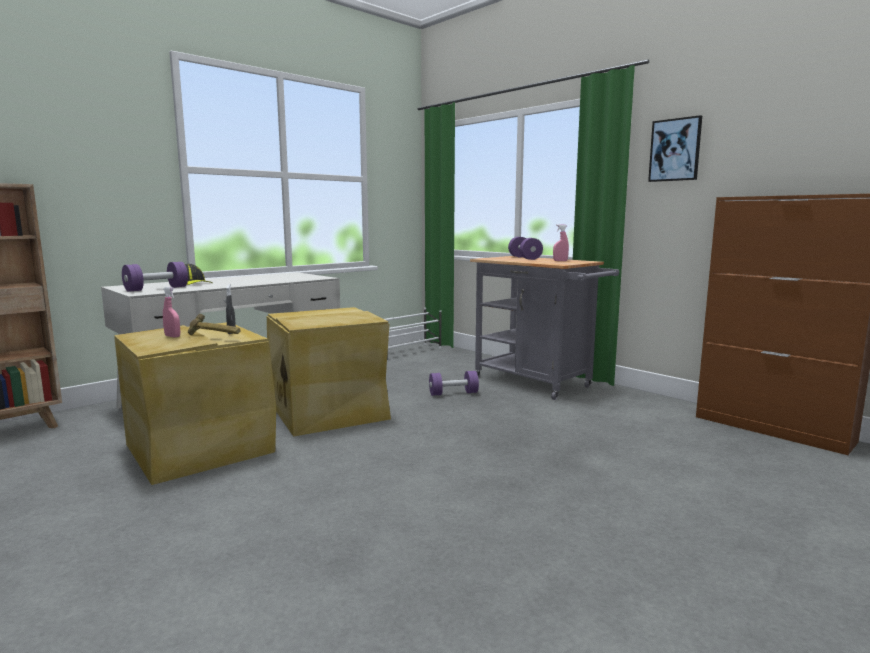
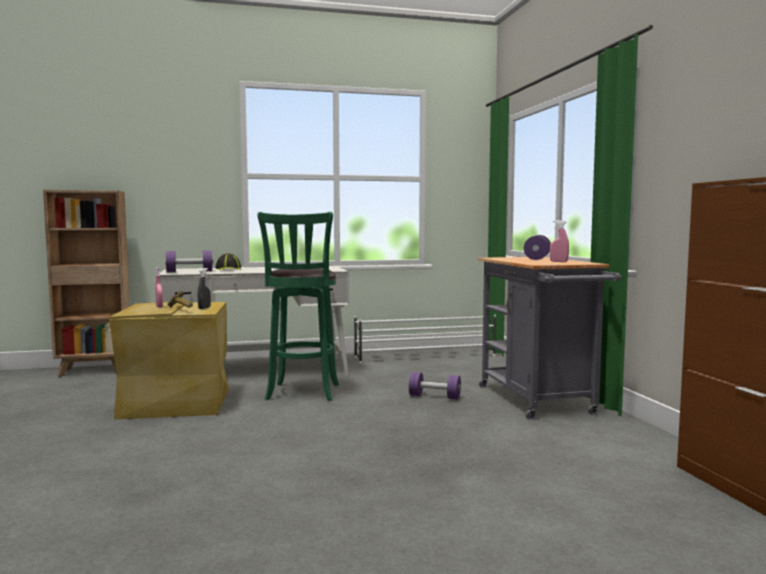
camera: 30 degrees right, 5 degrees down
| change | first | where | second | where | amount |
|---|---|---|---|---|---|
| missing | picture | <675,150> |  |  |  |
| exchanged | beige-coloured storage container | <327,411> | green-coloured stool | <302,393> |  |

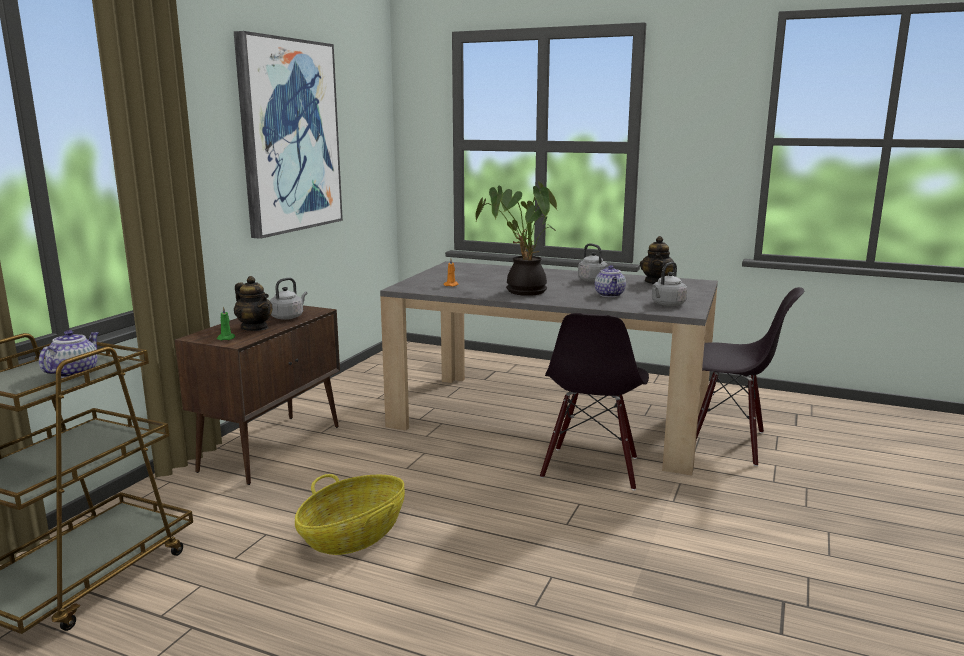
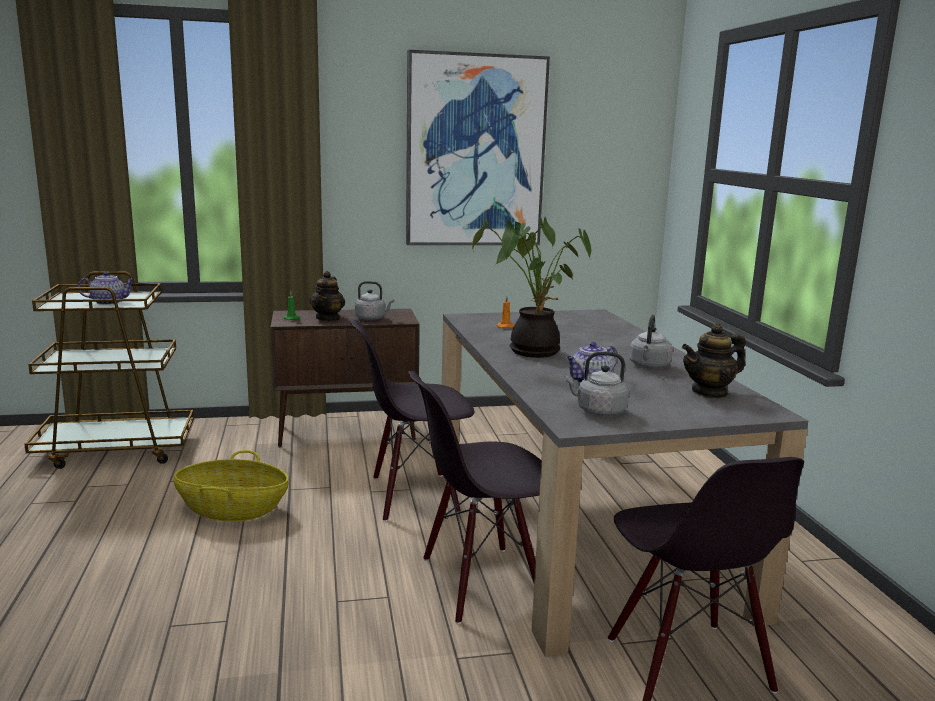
camera: 55 degrees right, 0 degrees up
| change | first | where | second | where | amount |
|---|---|---|---|---|---|
| appeared |  |  | black-coloured chair | <413,496> |  |

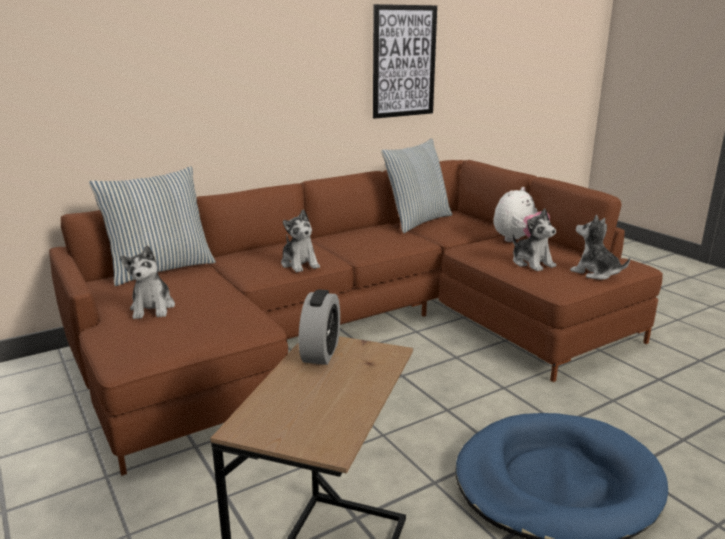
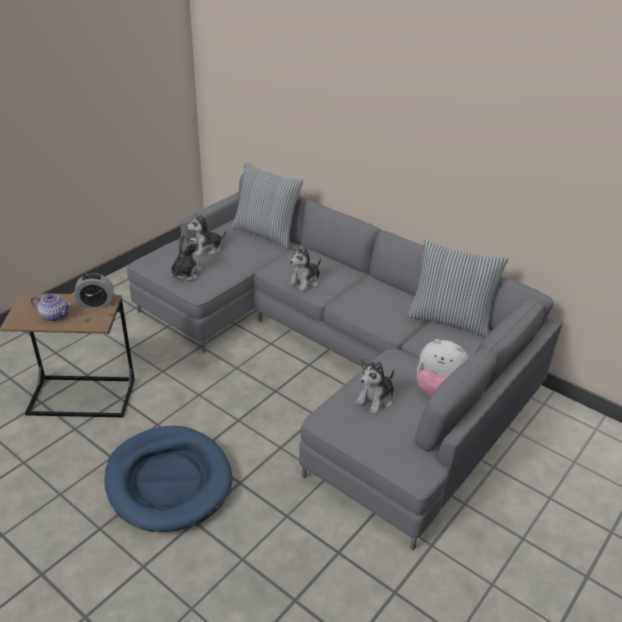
camera: 70 degrees right, 15 degrees up
| change | first | where | second | where | amount |
|---|---|---|---|---|---|
| missing | picture | <404,61> |  |  |  |
| colour | brown sofa | <360,329> | greyish sofa | <336,356> |  |
| relocated | cuddly toy | <595,273> |  | <185,274> |  |
| appeared |  |  | teapot | <54,316> |  |

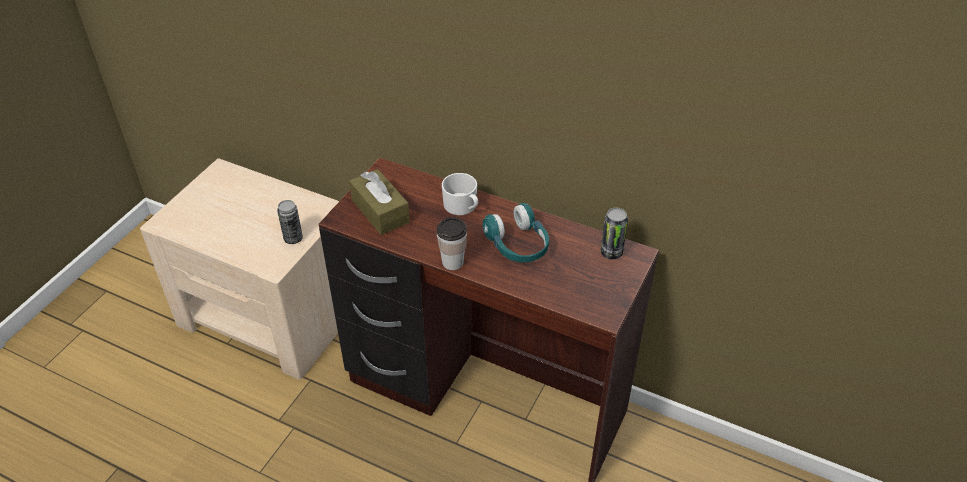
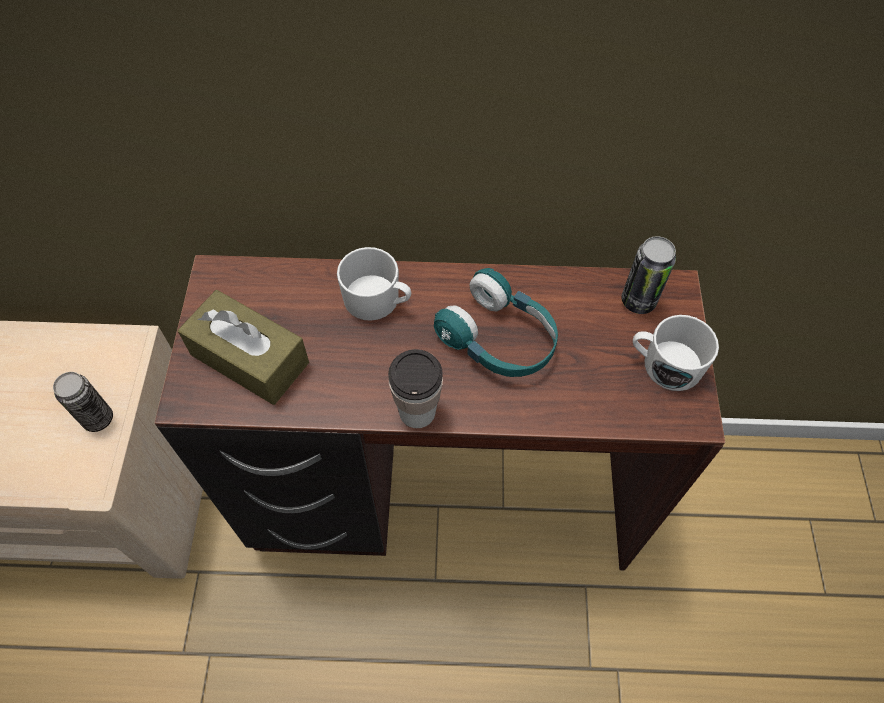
camera: 25 degrees left, 15 degrees up
| change | first | where | second | where | amount |
|---|---|---|---|---|---|
| appeared |  |  | whitish coffee mug | <664,364> |  |

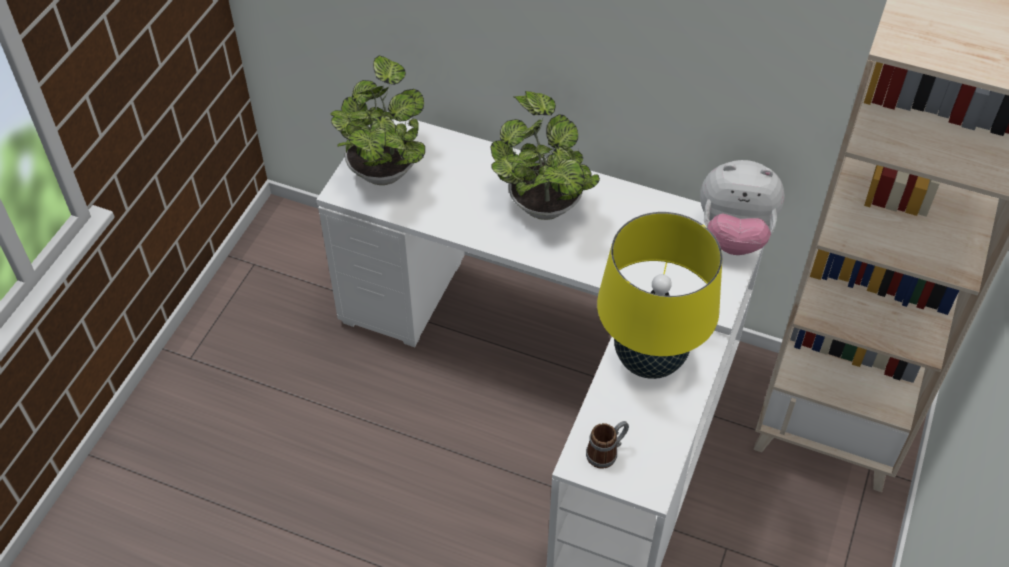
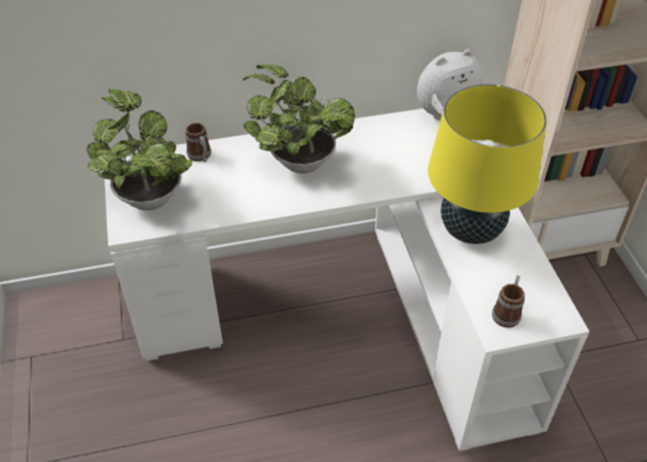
camera: 35 degrees left, 5 degrees down
| change | first | where | second | where | amount |
|---|---|---|---|---|---|
| appeared |  |  | coffee mug | <201,157> |  |

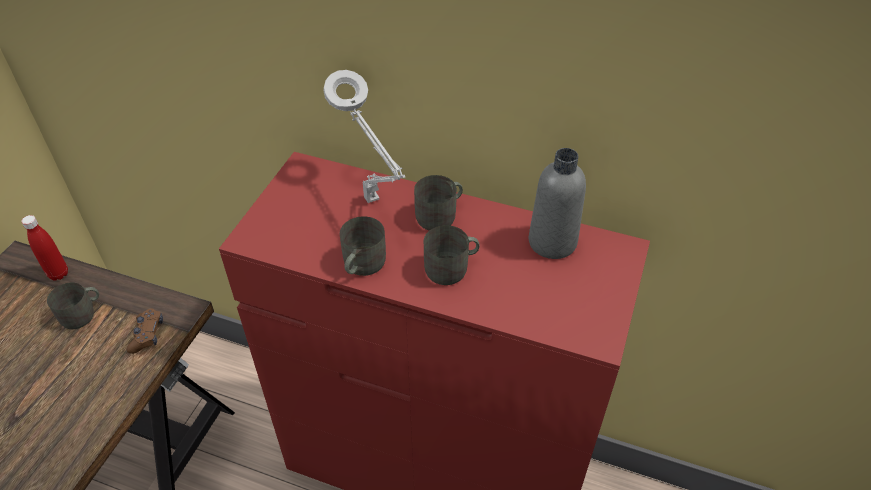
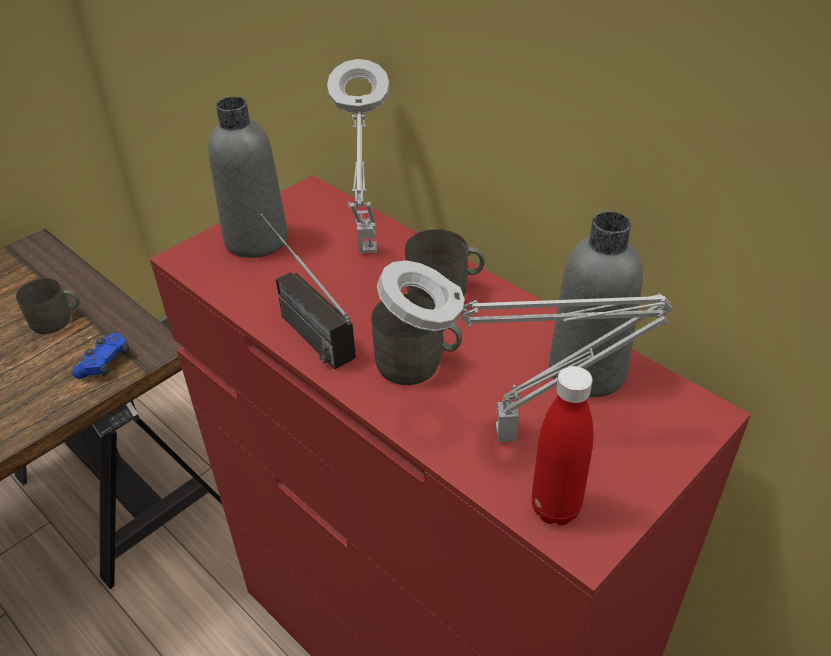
camera: 25 degrees right, 5 degrees down
| change | first | where | second | where | amount |
|---|---|---|---|---|---|
| relocated | reddish drink bottle | <58,274> |  | <555,508> |  |
| exchanged | greyish coffee mug | <361,265> | radio | <301,325> |  |
| colour | brown game controller | <147,335> | blue game controller | <104,363> |  |
| appeared |  |  | greyish drink bottle | <256,240> |  |
| appeared |  |  | greyish lamp for a table | <514,434> |  |

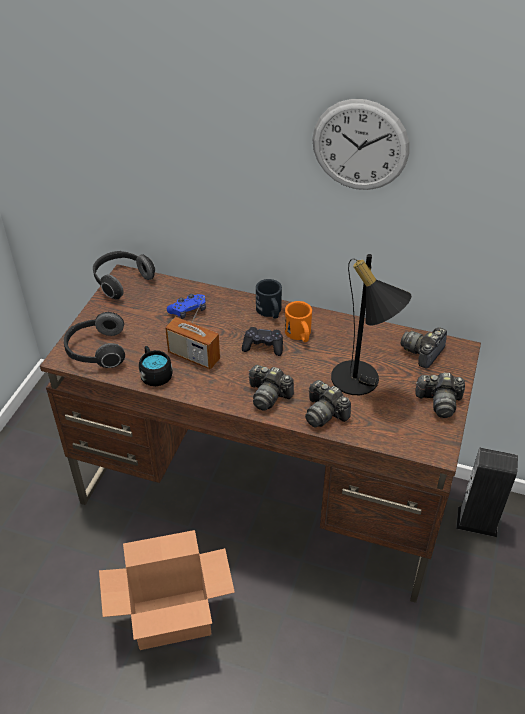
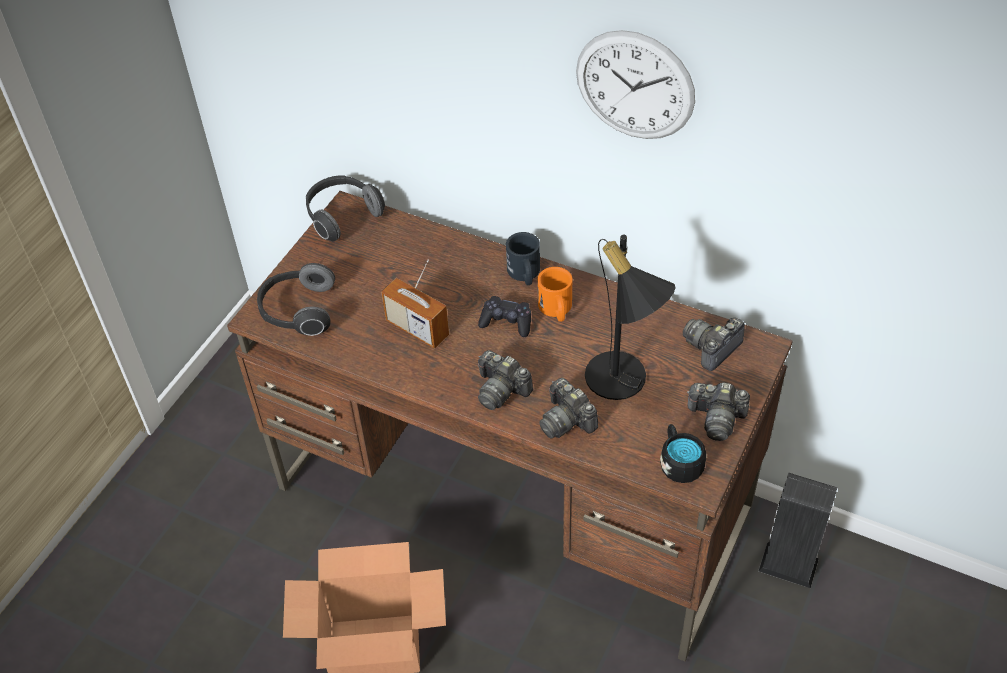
camera: 10 degrees right, 5 degrees up
| change | first | where | second | where | amount |
|---|---|---|---|---|---|
| missing | blue game controller | <188,310> |  |  |  |
| relocated | black-coloured coffee mug | <155,374> |  | <679,462> |  |

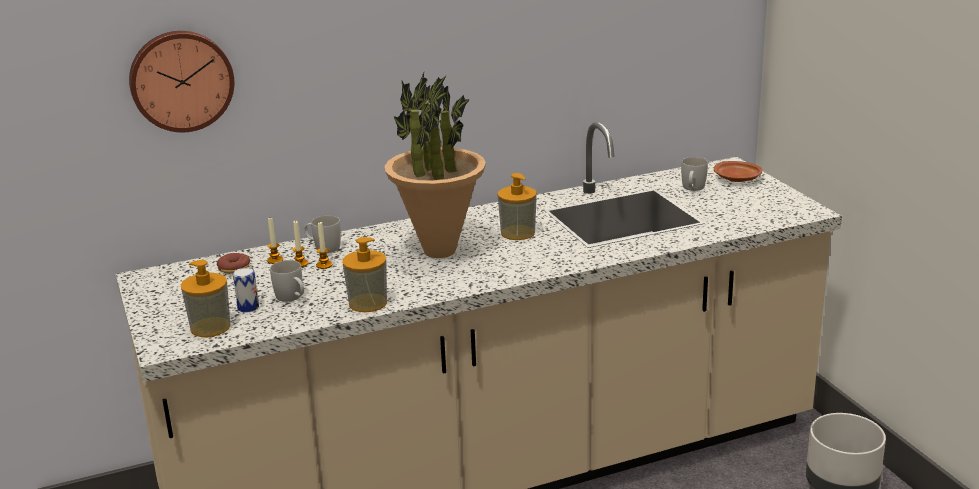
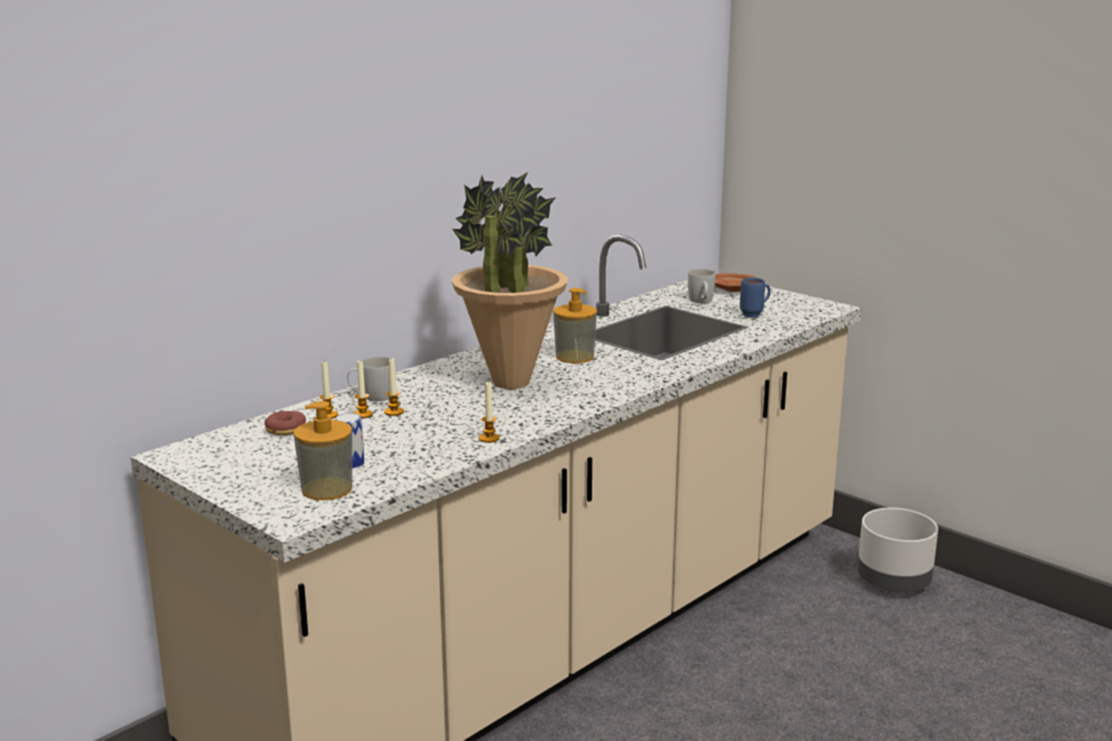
camera: 25 degrees left, 5 degrees down
| change | first | where | second | where | amount |
|---|---|---|---|---|---|
| missing | hanging clock | <181,80> |  |  |  |
| exchanged | soap bottle | <368,303> | wax candle | <489,438> |  |
| missing | whitish coffee mug | <292,298> |  |  |  |
| appeared |  |  | blue coffee mug | <755,314> |  |

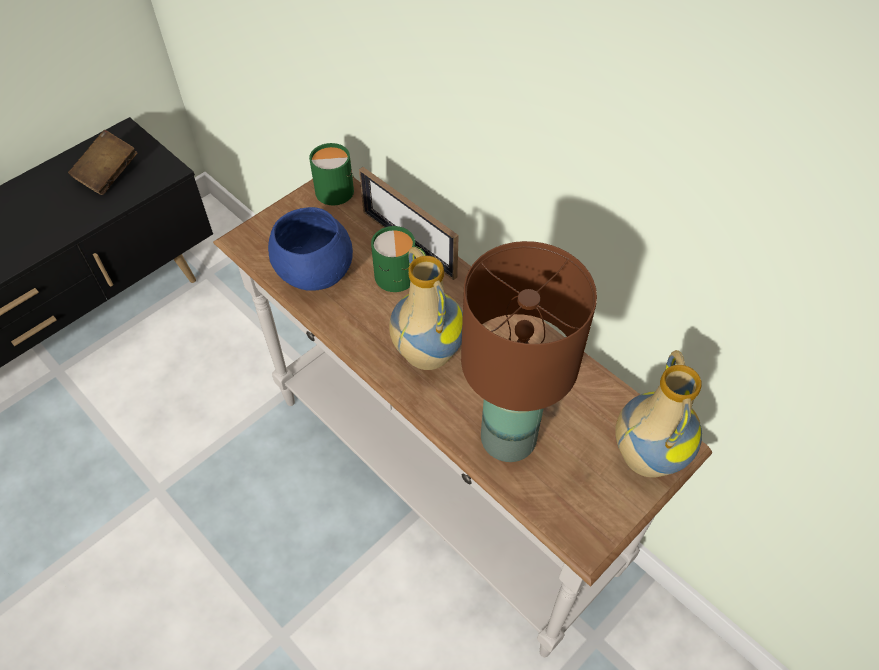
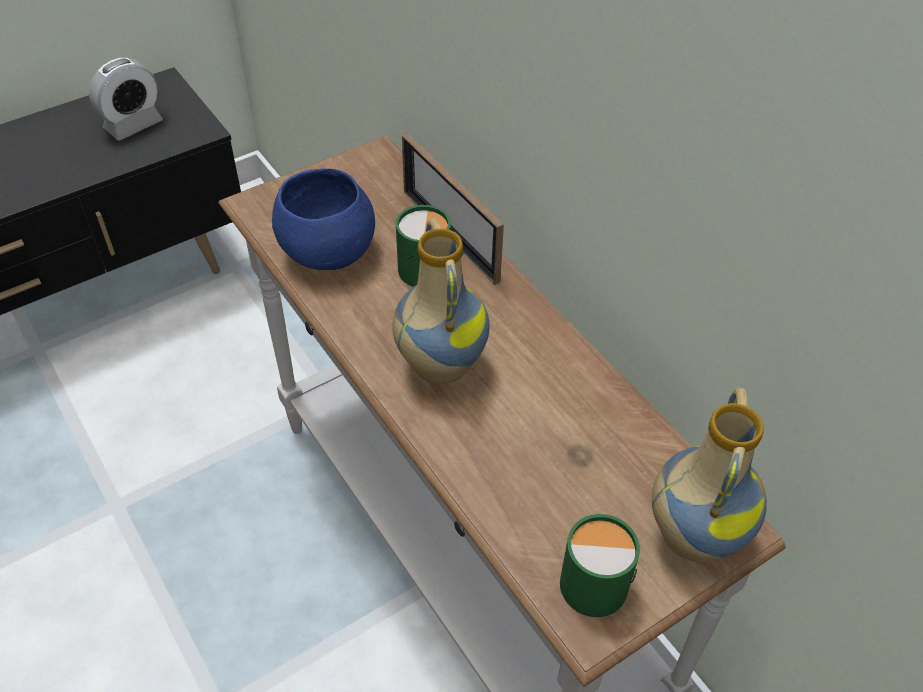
camera: 10 degrees right, 5 degrees down
| change | first | where | second | where | amount |
|---|---|---|---|---|---|
| exchanged | brown book | <108,174> | alarm clock | <133,125> |  |
| relocated | green-coloured coffee mug | <335,188> |  | <594,577> |  |
| missing | brown lamp for a table | <510,438> |  |  |  |

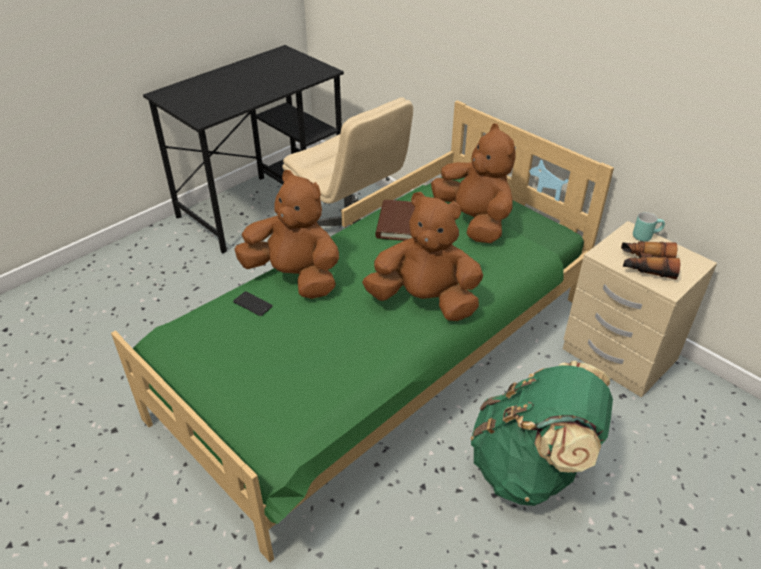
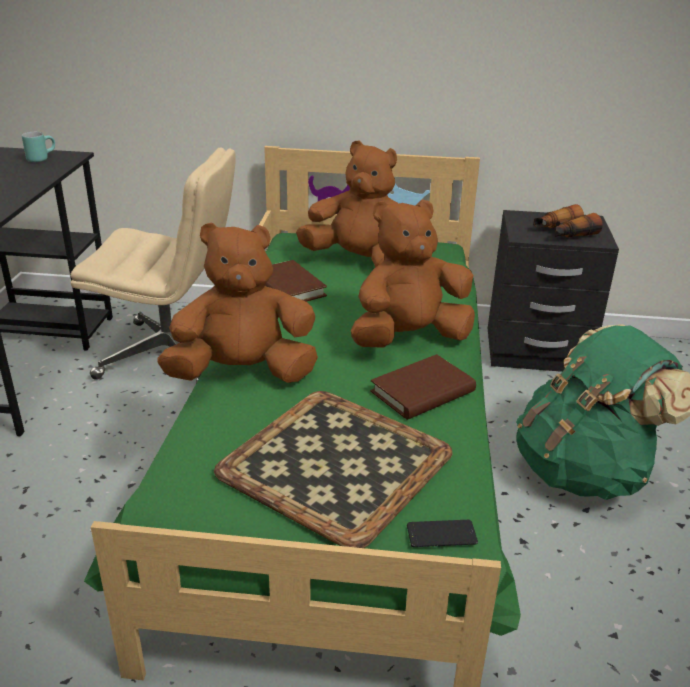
camera: 40 degrees left, 10 degrees down
| change | first | where | second | where | amount |
|---|---|---|---|---|---|
| relocated | turquoise-coloured coffee mug | <645,235> |  | <41,158> |  |
| colour | beige-coloured night table | <619,354> | black-coloured night table | <536,350> |  |
| relocated | handset | <253,304> |  | <441,534> |  |
| appeared |  |  | brown book | <422,392> |  |
| appeared |  |  | carrying tray | <335,462> |  |

